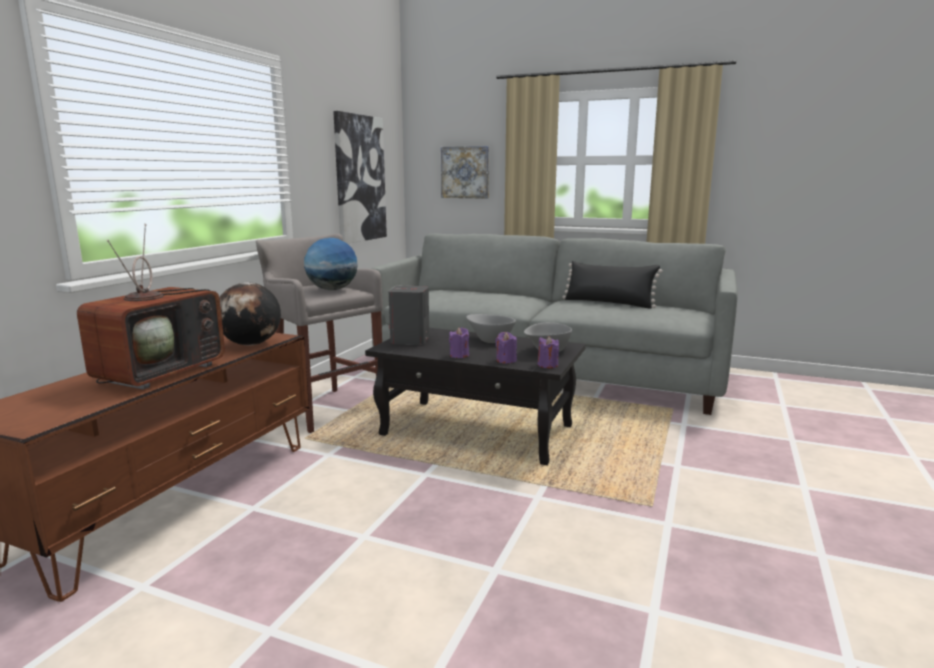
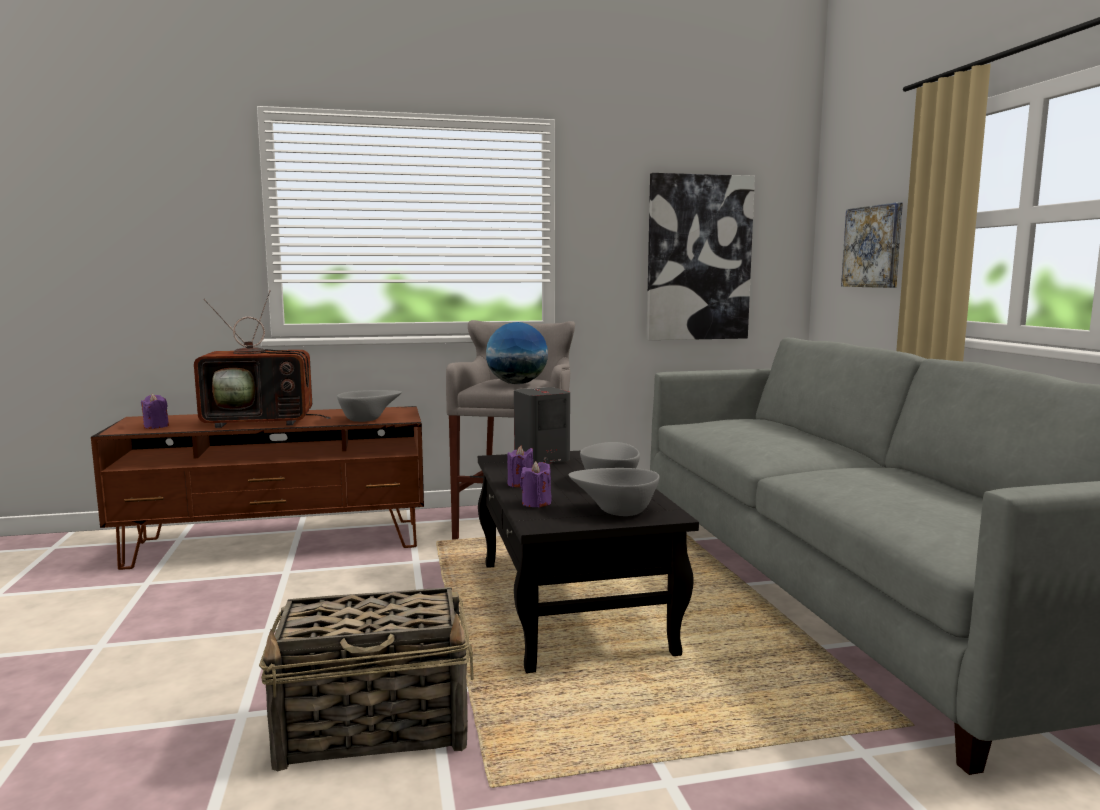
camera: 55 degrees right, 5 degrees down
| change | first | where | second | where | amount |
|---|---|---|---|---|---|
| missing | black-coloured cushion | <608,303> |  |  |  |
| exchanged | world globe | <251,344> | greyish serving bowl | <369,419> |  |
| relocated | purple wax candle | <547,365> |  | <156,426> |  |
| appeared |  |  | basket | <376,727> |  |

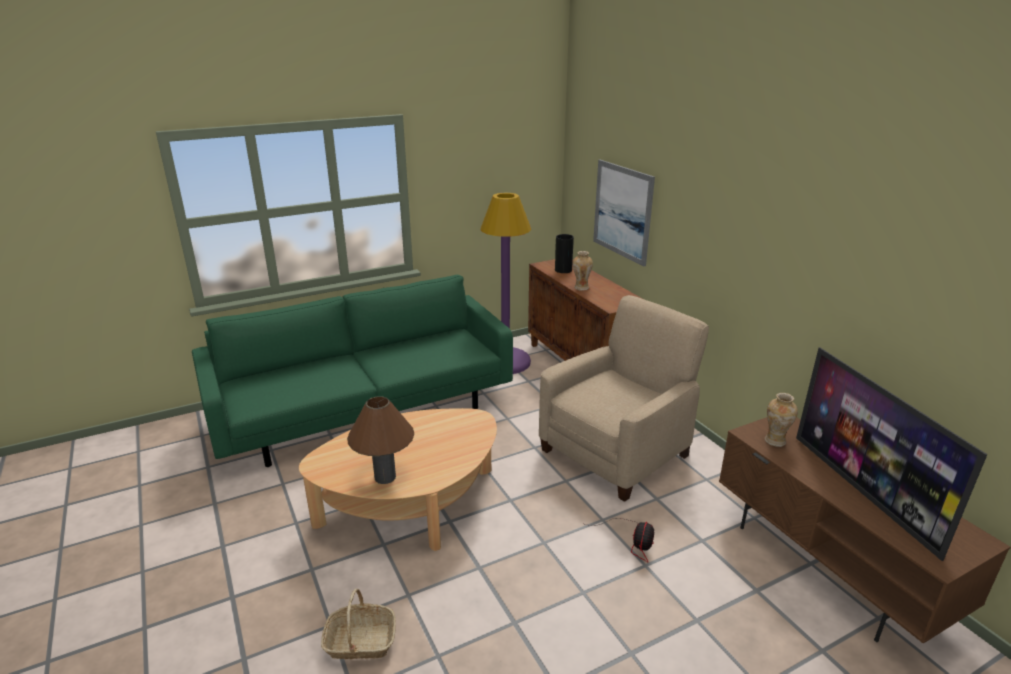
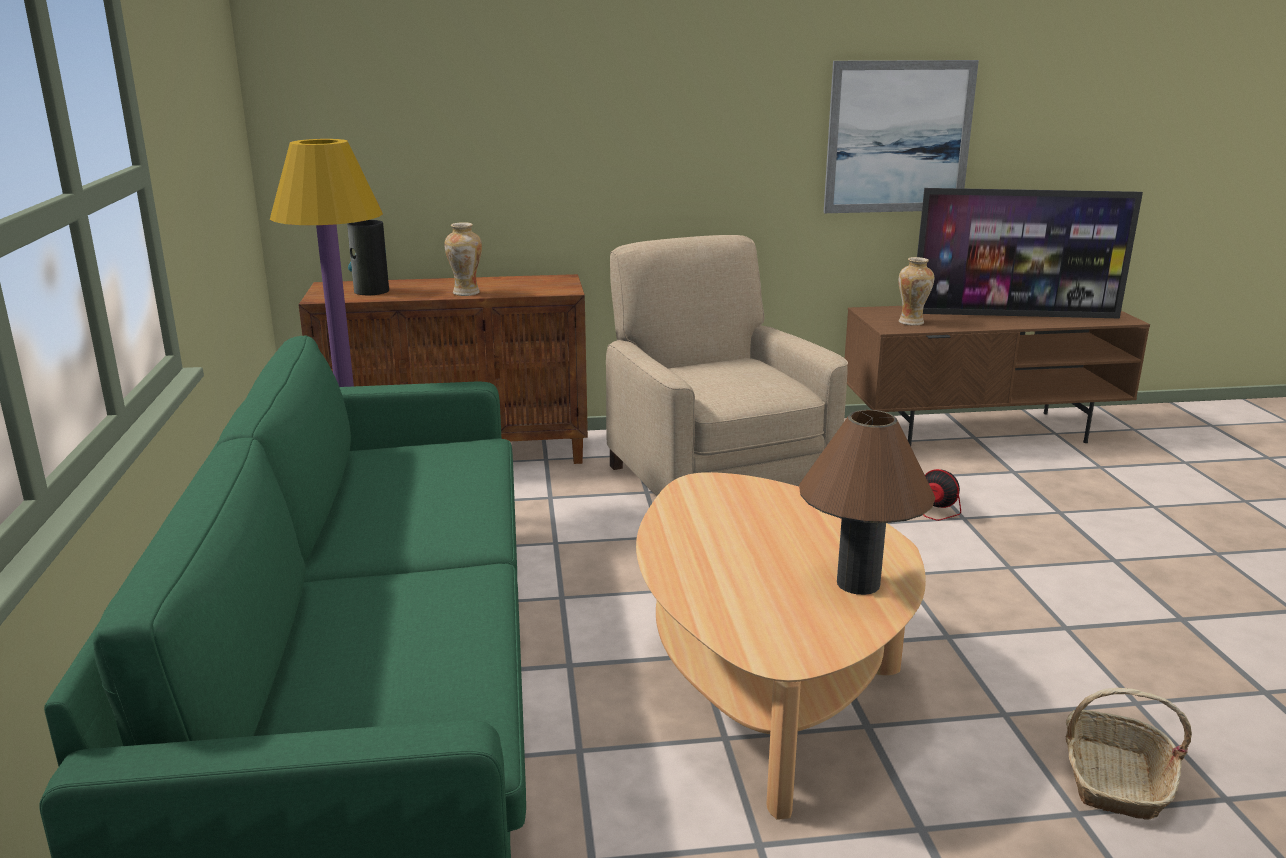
camera: 70 degrees left, 5 degrees down
| change | first | where | second | where | amount |
|---|---|---|---|---|---|
| relocated | picture | <622,211> |  | <898,137> |  |

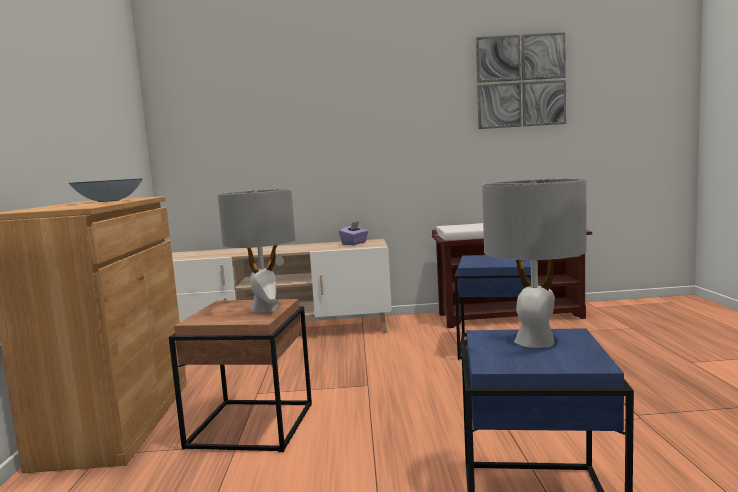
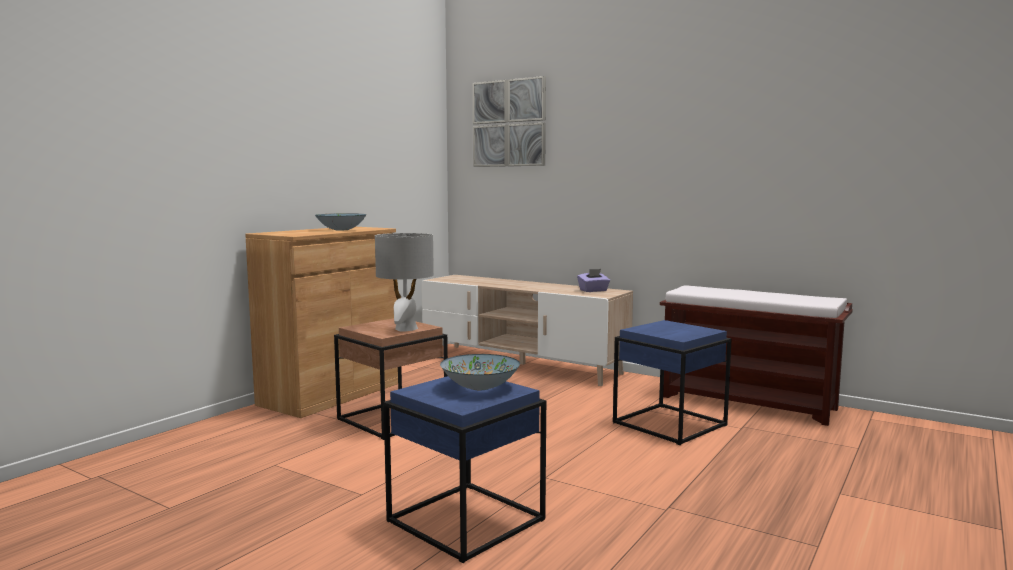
camera: 35 degrees right, 0 degrees up
| change | first | where | second | where | amount |
|---|---|---|---|---|---|
| relocated | picture | <520,81> |  | <509,123> |  |
| exchanged | greyish lamp for a table | <535,341> | serving bowl | <480,387> |  |

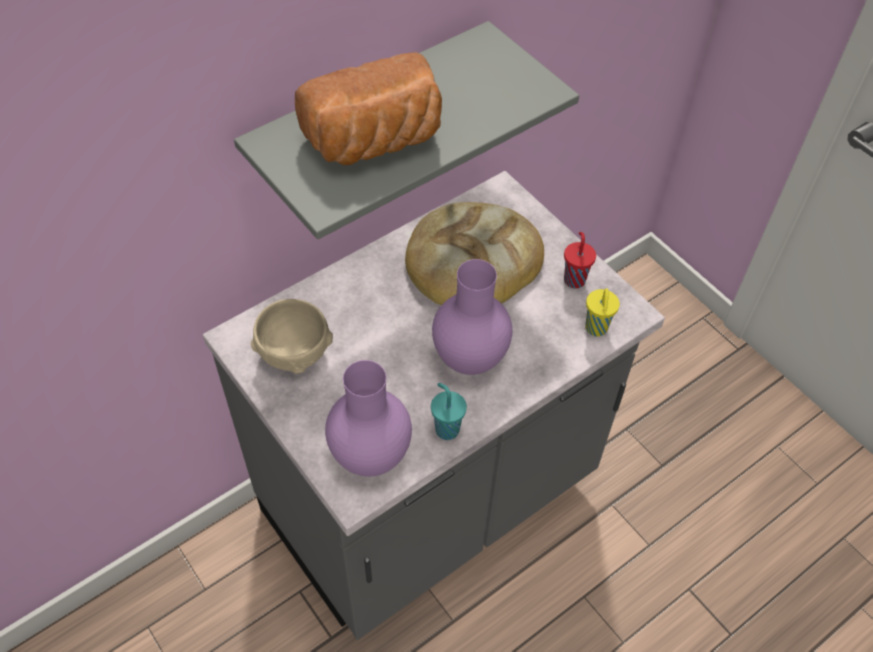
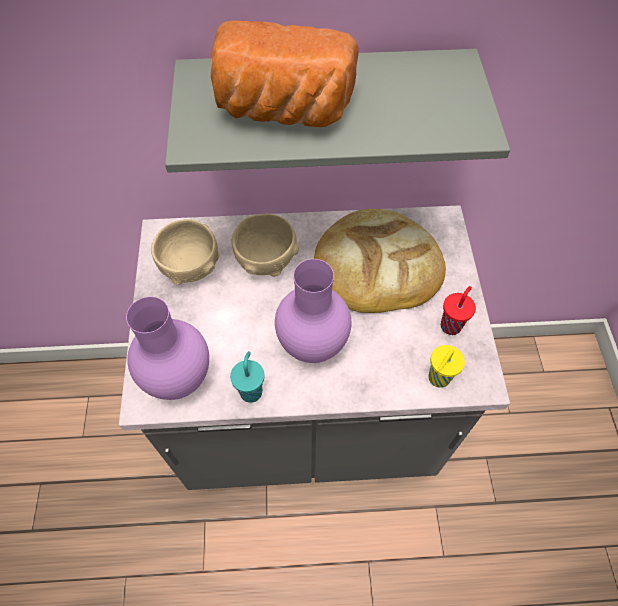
camera: 35 degrees right, 5 degrees up
| change | first | where | second | where | amount |
|---|---|---|---|---|---|
| appeared |  |  | beige-coloured serving bowl | <266,260> |  |

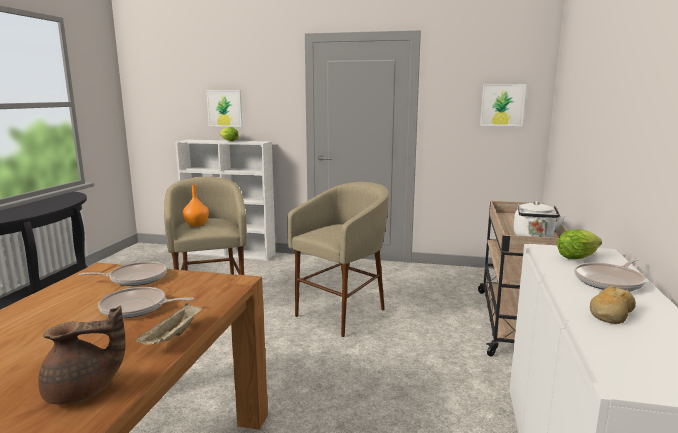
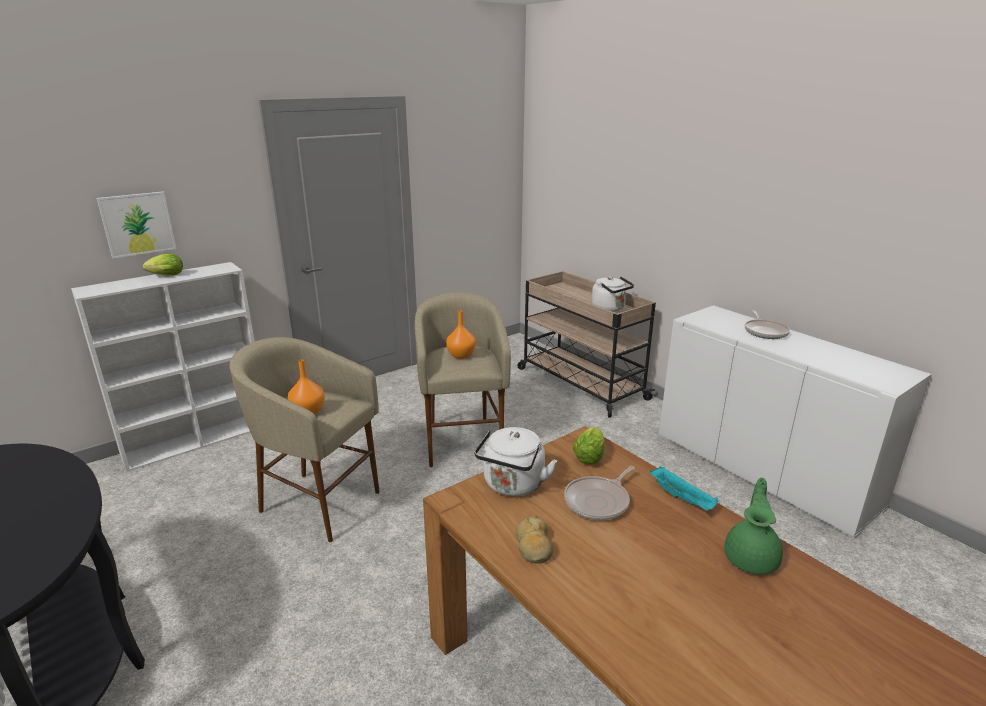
camera: 50 degrees left, 10 degrees up
| change | first | where | second | where | amount |
|---|---|---|---|---|---|
| missing | picture | <502,105> |  |  |  |
| relocated | head of lettuce | <579,257> |  | <590,455> |  |
| exchanged | pan | <135,278> | whitish kettle | <512,486> |  |
| relocated | baked bread | <610,313> |  | <533,547> |  |
| colour | beige-coloured carrying tray | <172,337> | turquoise-coloured carrying tray | <682,499> |  |
| colour | brown teapot | <83,392> | green-coloured teapot | <751,558> |  |
| appeared |  |  | orangey flower vase | <460,355> |  |

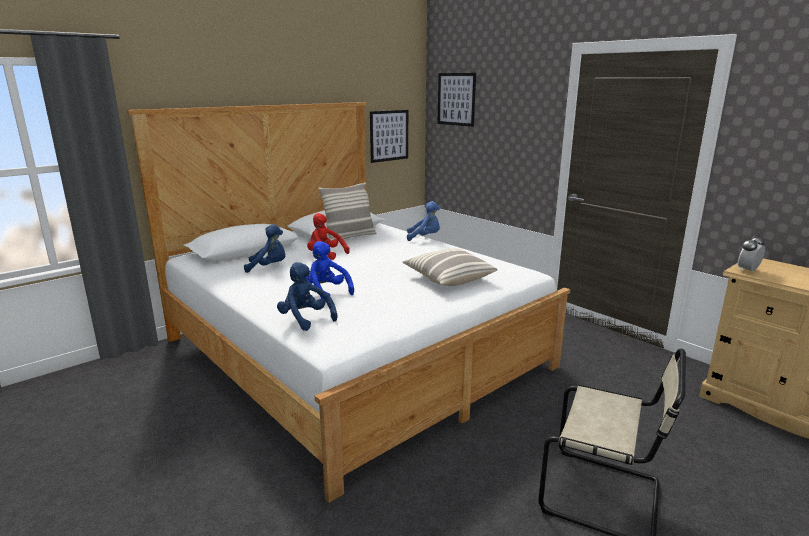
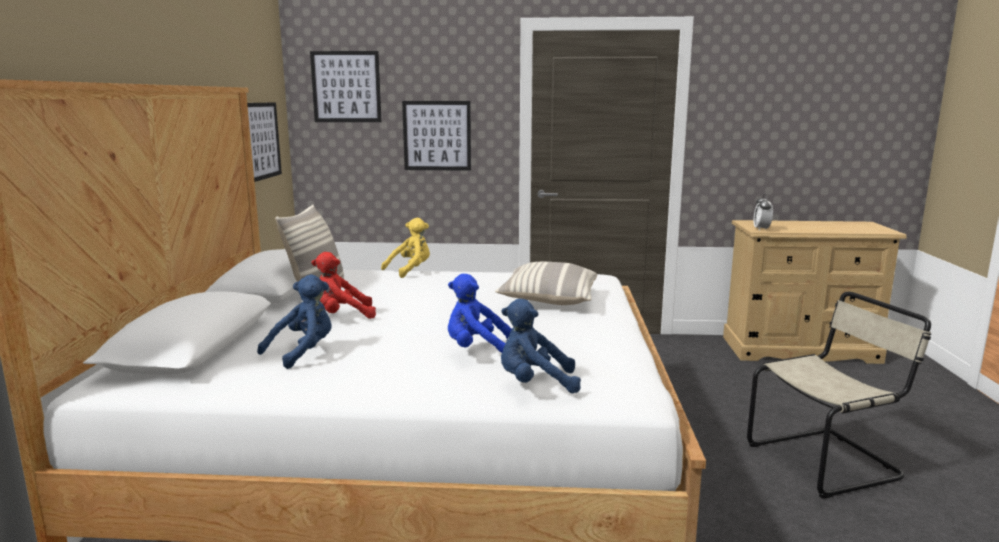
camera: 45 degrees left, 5 degrees down
| change | first | where | second | where | amount |
|---|---|---|---|---|---|
| colour | blue cuddly toy | <425,237> | yellow-coloured cuddly toy | <410,270> |  |
| appeared |  |  | picture | <437,136> |  |

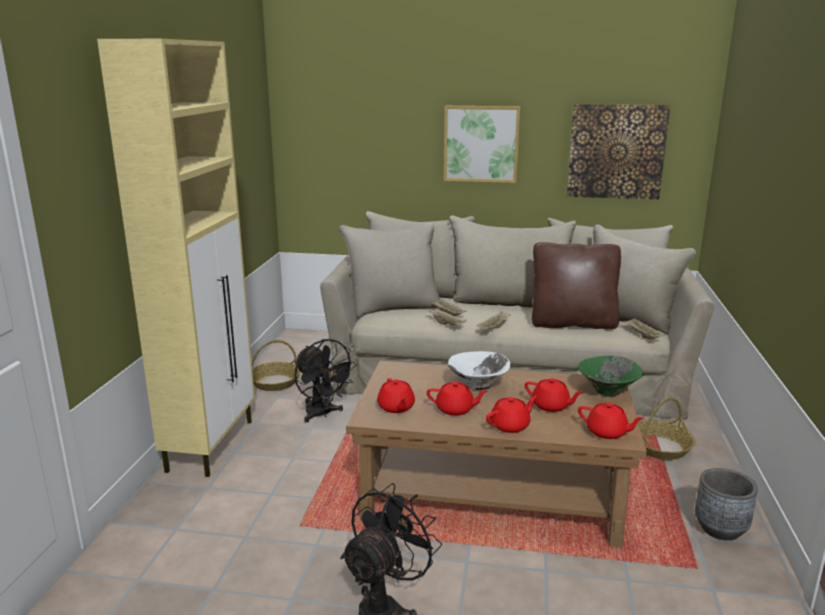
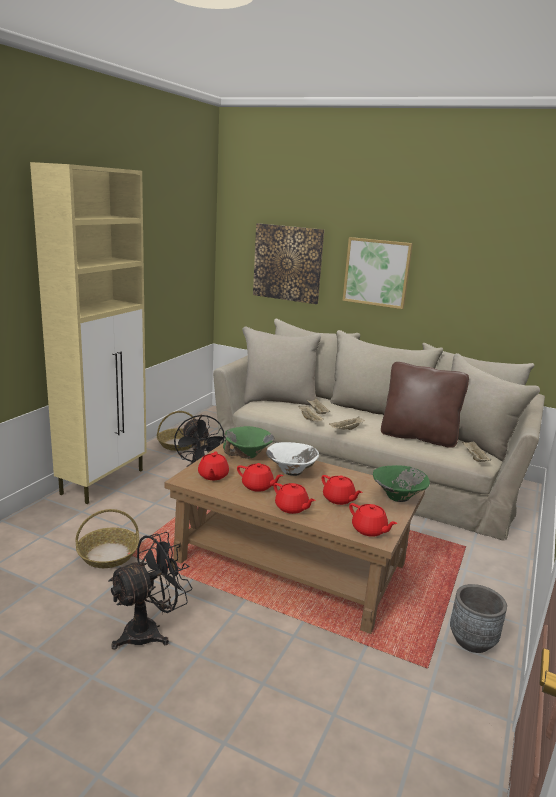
camera: 15 degrees right, 0 degrees up
| change | first | where | second | where | amount |
|---|---|---|---|---|---|
| relocated | picture | <616,151> |  | <288,263> |  |
| spun | reddish teapot | <510,426> |  | <292,508> | 60 degrees clockwise |
| relocated | basket | <660,447> |  | <108,554> |  |
| appeared |  |  | green-coloured serving bowl | <248,455> |  |

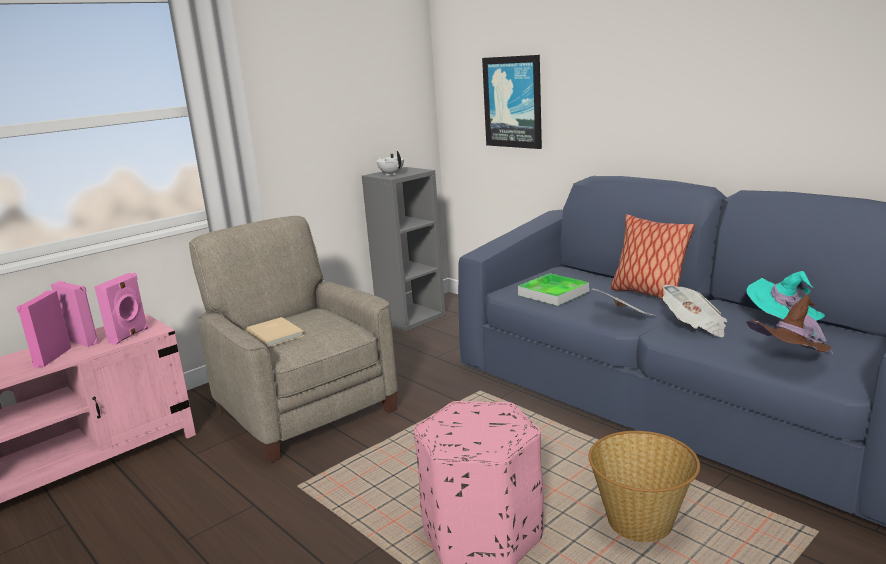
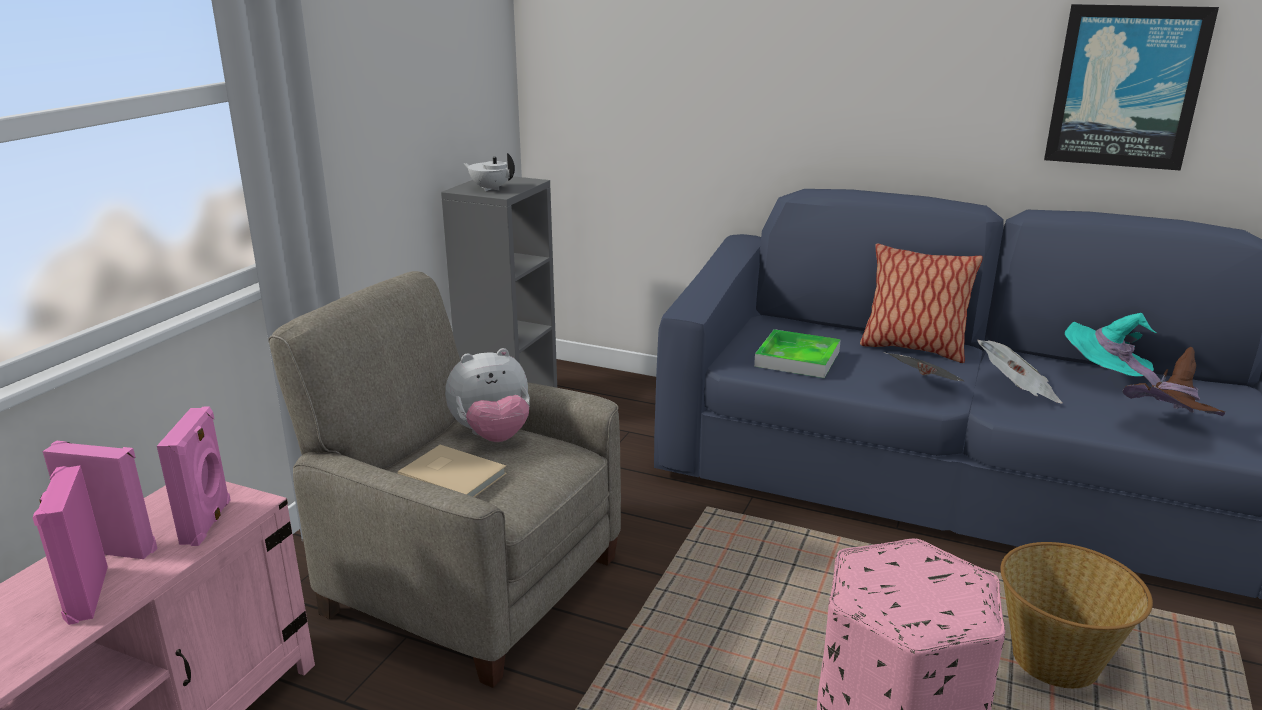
camera: 25 degrees left, 5 degrees up
| change | first | where | second | where | amount |
|---|---|---|---|---|---|
| relocated | picture | <513,102> |  | <1126,87> |  |
| appeared |  |  | cuddly toy | <492,436> |  |

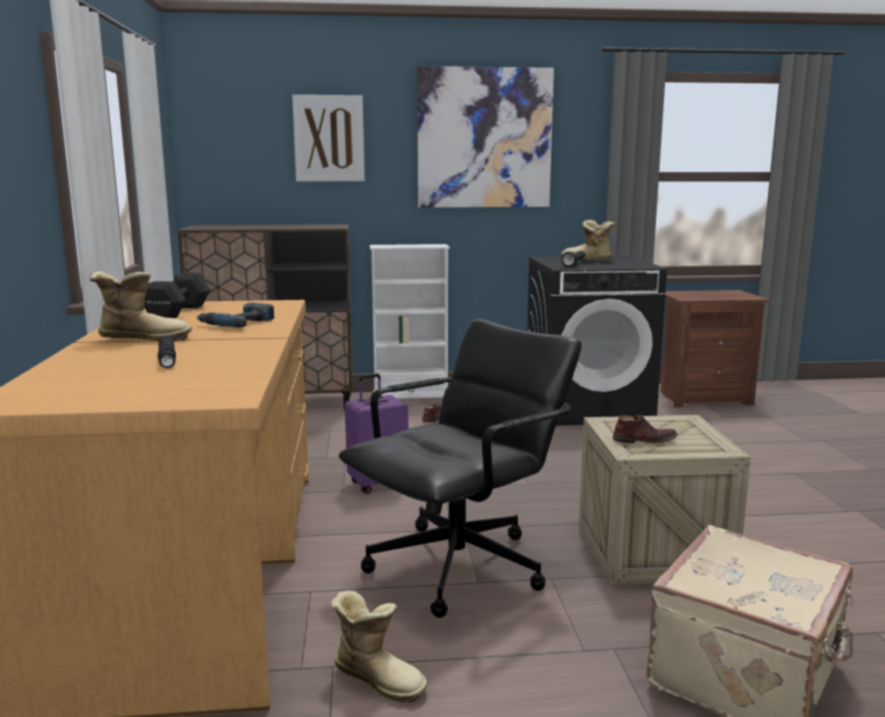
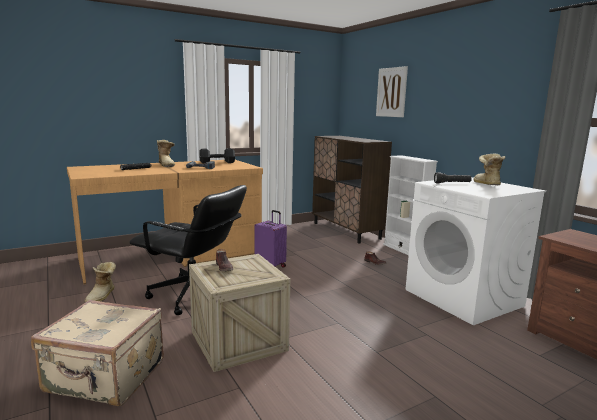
camera: 65 degrees right, 0 degrees up
| change | first | where | second | where | amount |
|---|---|---|---|---|---|
| missing | picture | <484,138> |  |  |  |
| colour | black-coloured laundry appliance | <588,408> | whitish laundry appliance | <464,298> |  |

